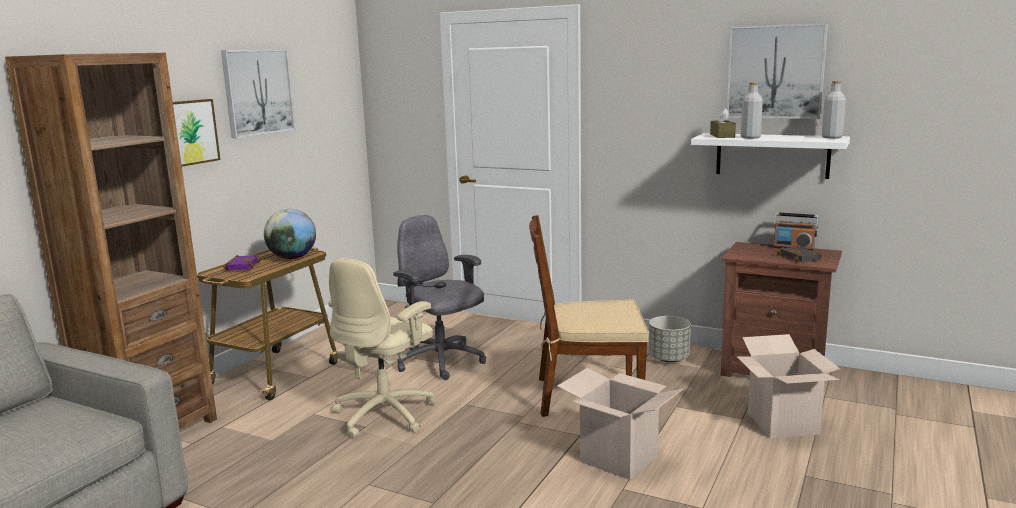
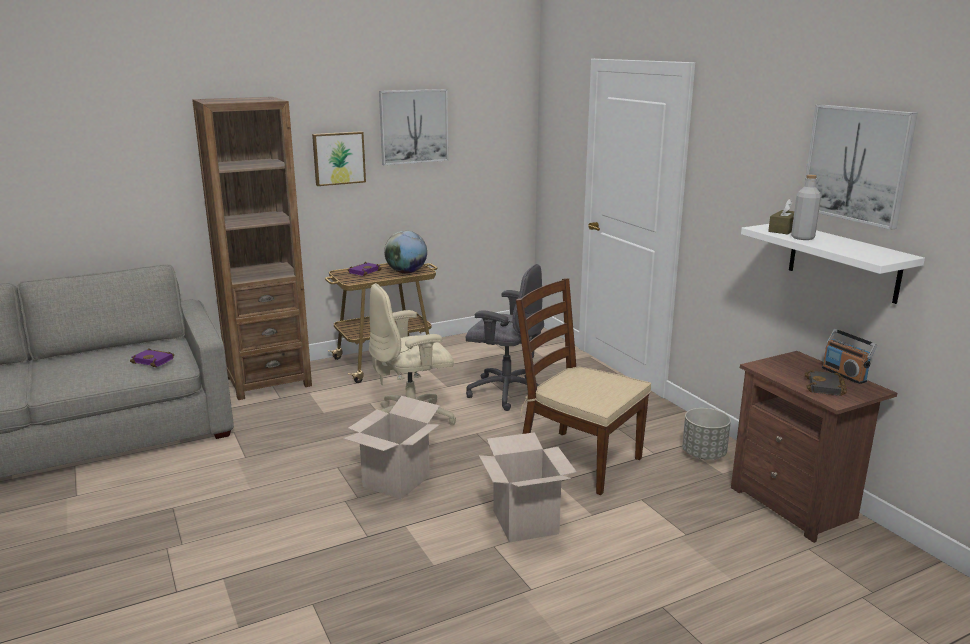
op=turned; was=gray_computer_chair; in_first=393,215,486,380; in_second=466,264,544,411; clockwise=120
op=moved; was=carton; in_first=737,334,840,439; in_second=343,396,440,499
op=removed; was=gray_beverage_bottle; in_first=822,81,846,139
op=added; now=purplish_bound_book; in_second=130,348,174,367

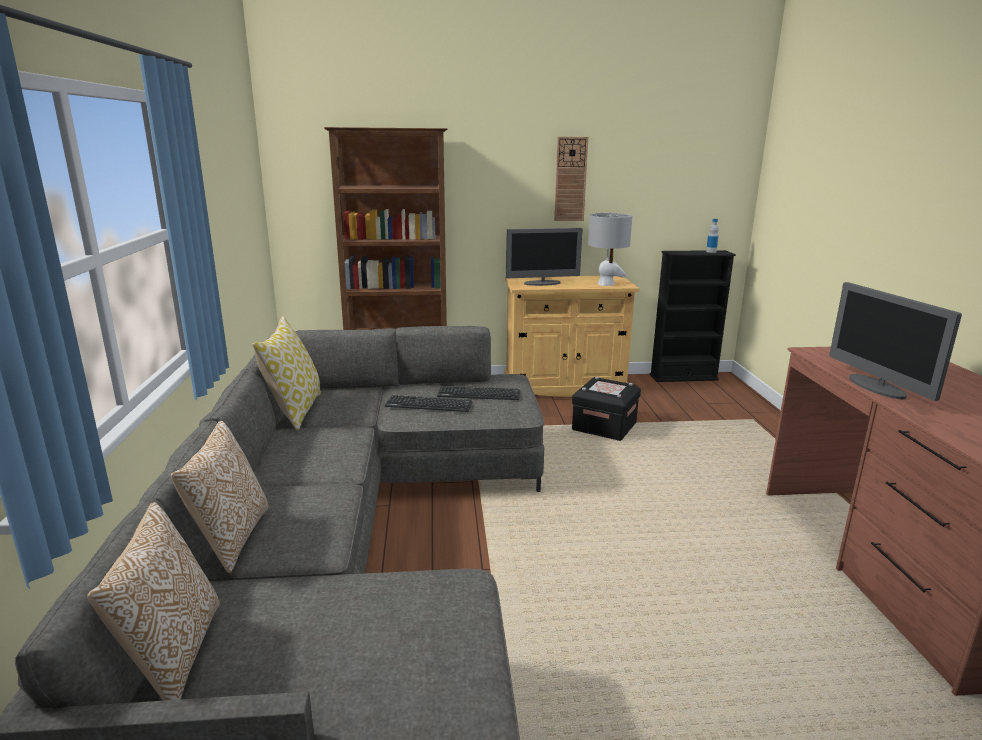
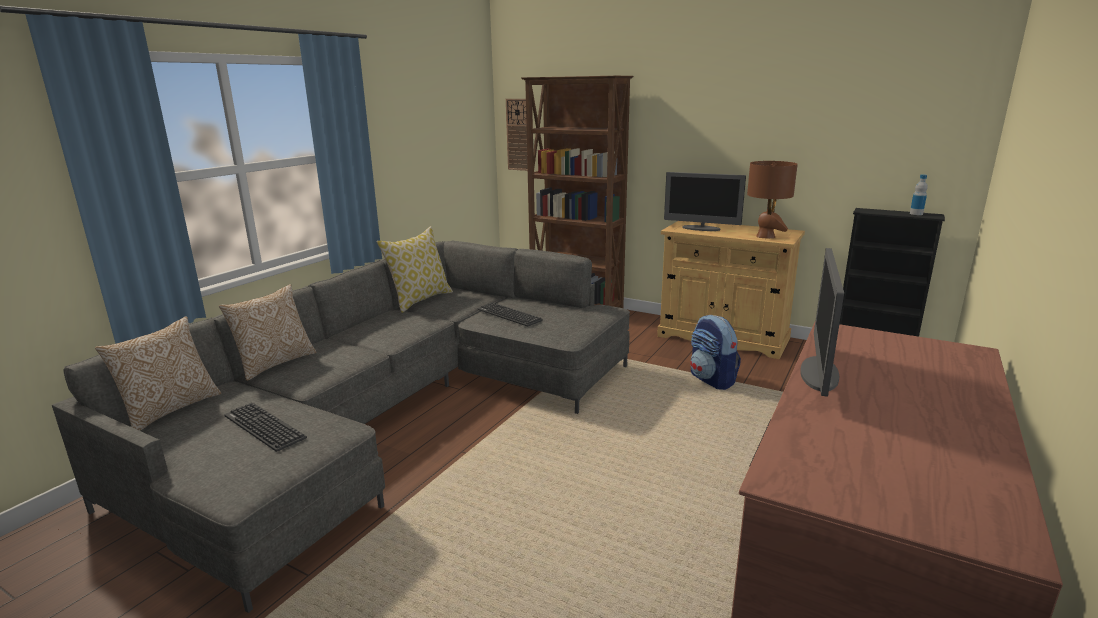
op=moved; was=keyboard; in_first=437,386,520,400; in_second=224,403,307,452
op=moved; was=wall_clock; in_first=554,137,588,221; in_second=506,99,528,171
op=replaced; was=blackish_storage_bin; now=rucksack; in_first=572,377,641,441; in_second=690,315,741,390
op=recoloured; was=gray_table_lamp; now=brown-coloured_table_lamp; in_first=588,213,632,286; in_second=747,161,798,239

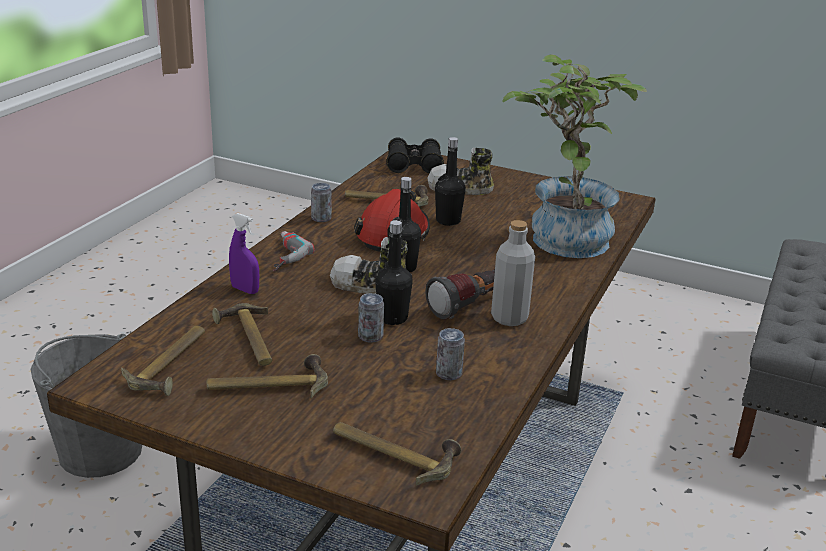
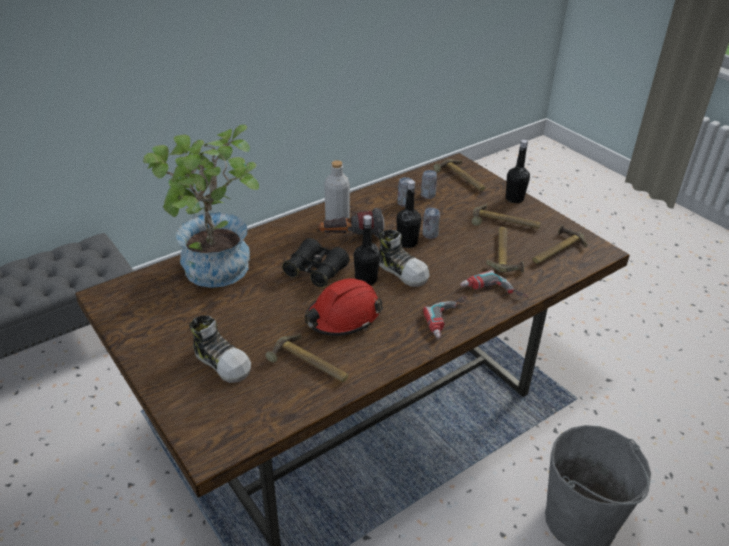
op=replaced; was=purplish_spray_bottle; now=drill; in_first=229,213,259,294; in_second=460,270,528,298
op=moved; was=metal_can; in_first=311,183,331,222; in_second=421,170,437,199
op=moved; was=blackish_binoculars; in_first=386,138,444,174; in_second=282,238,350,288
op=moved; was=blackish_beverage_bottle; in_first=435,137,466,226; in_second=506,140,530,203

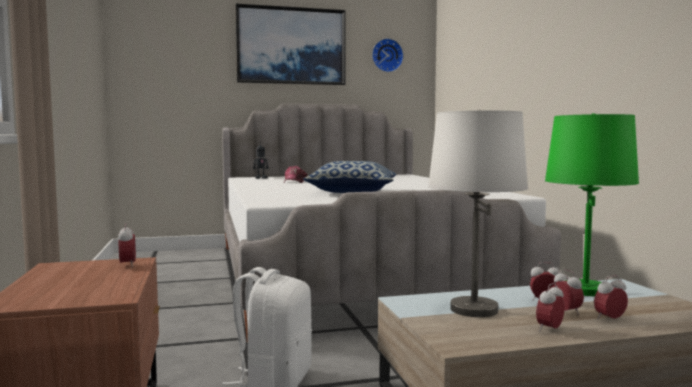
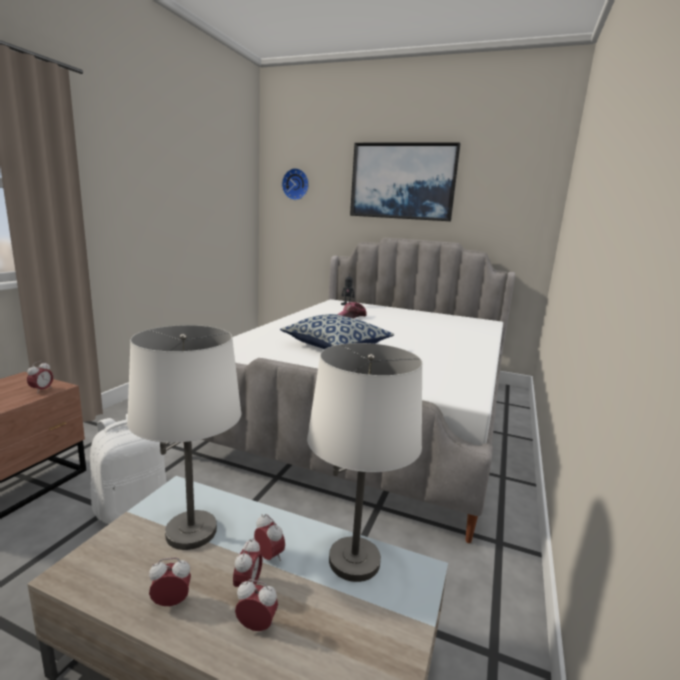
op=moved; was=wall_clock; in_first=372,38,404,72; in_second=282,168,309,200
op=recoloured; was=greenish_table_lamp; now=whitish_table_lamp; in_first=545,113,639,296; in_second=307,343,422,582

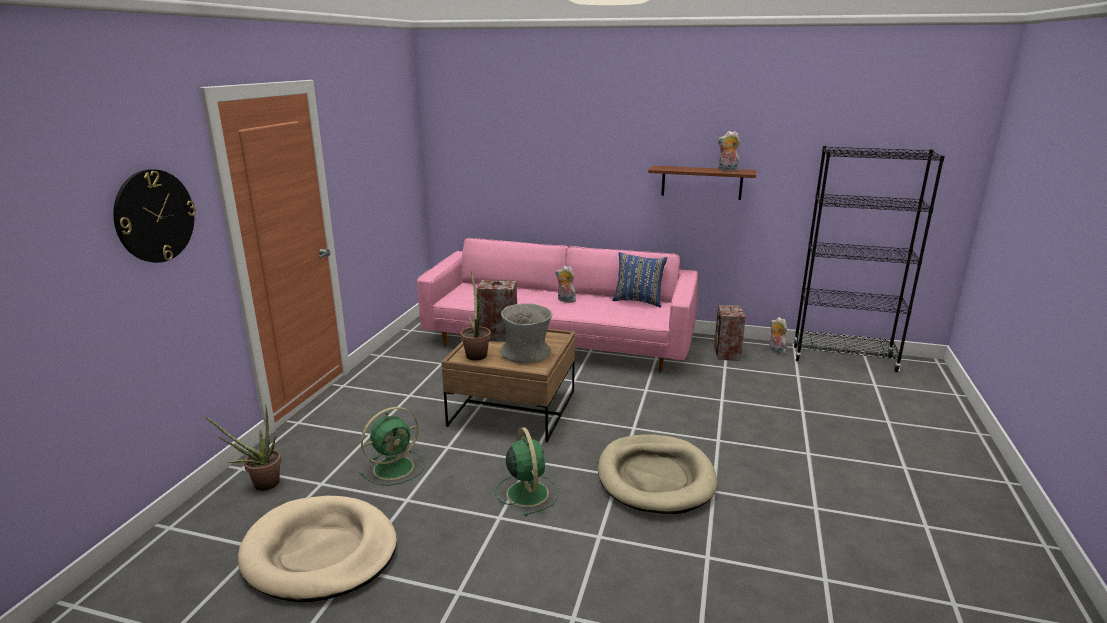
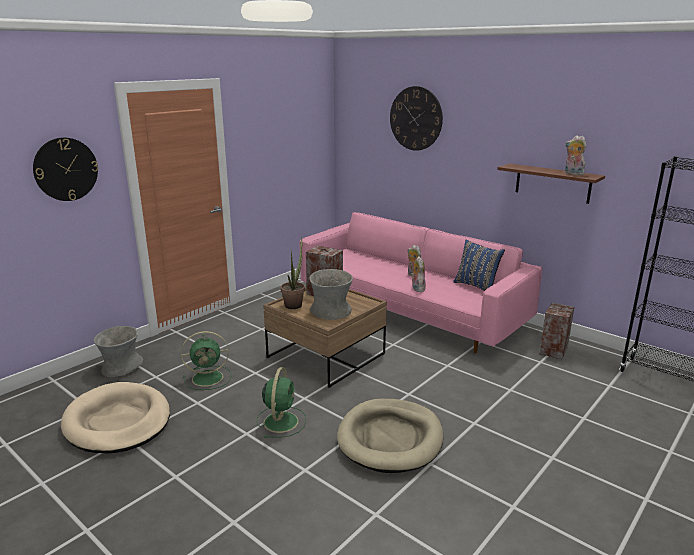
op=replaced; was=houseplant; now=gray_decorative_vase; in_first=204,405,281,491; in_second=94,326,143,377
op=moved; was=plush_toy; in_first=769,317,787,355; in_second=411,256,426,292
op=added; now=wall_clock; in_second=390,86,443,151

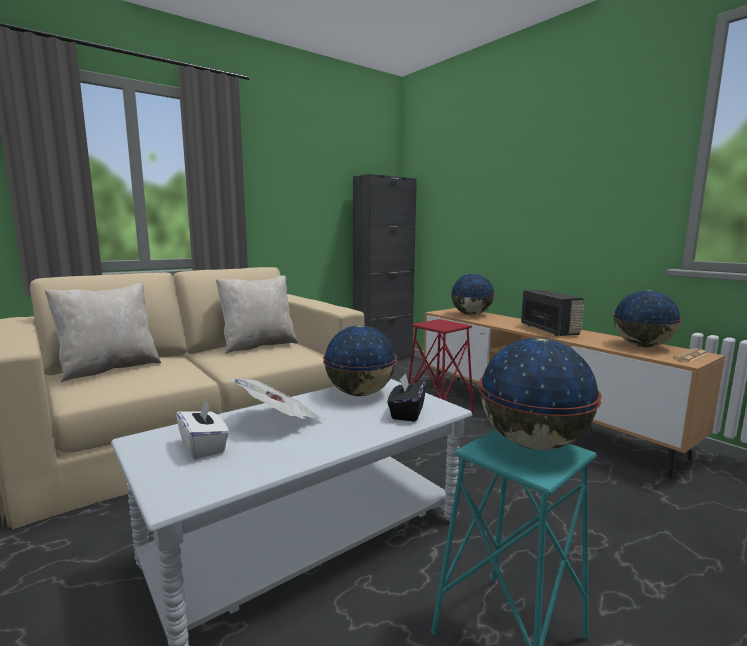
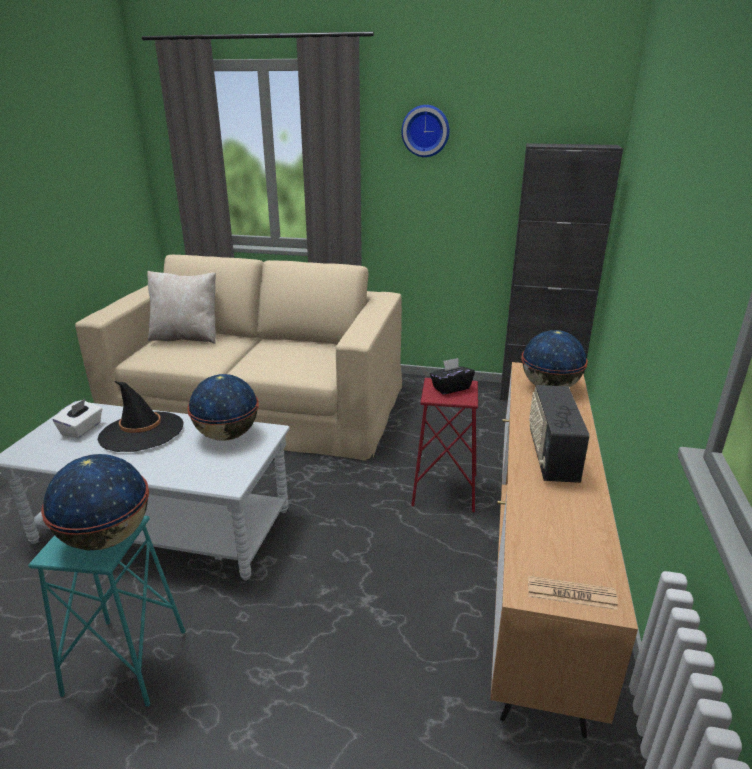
op=removed; was=sand-coloured_cushion; in_first=216,275,298,354
op=replaced; was=printed_paper; now=blackish_wearable_hat; in_first=230,378,325,420; in_second=98,381,184,452
op=moved; was=blackish_tissue_box; in_first=387,373,426,422; in_second=430,358,475,394
op=turned; was=radio_set; in_first=521,290,584,336; in_second=529,385,590,483; clockwise=150
op=removed; was=desk_globe; in_first=613,290,682,347
op=added; now=wall_clock; in_second=401,105,450,157

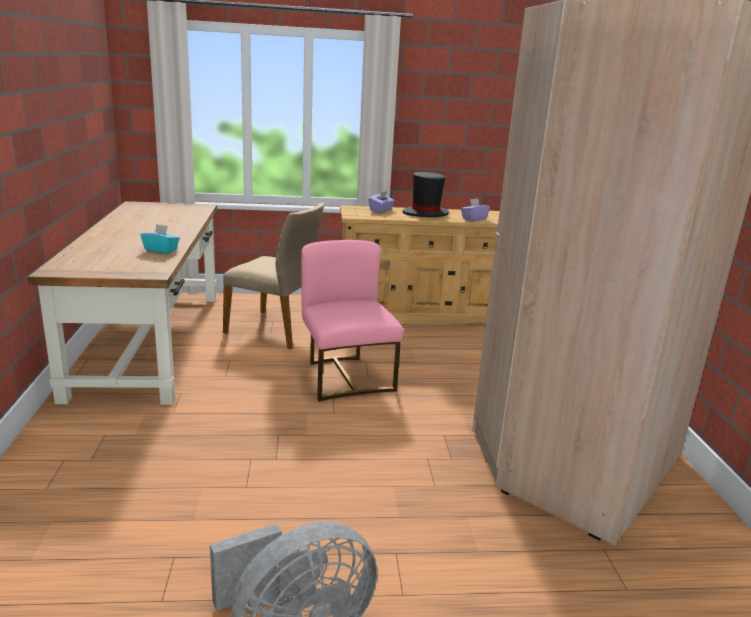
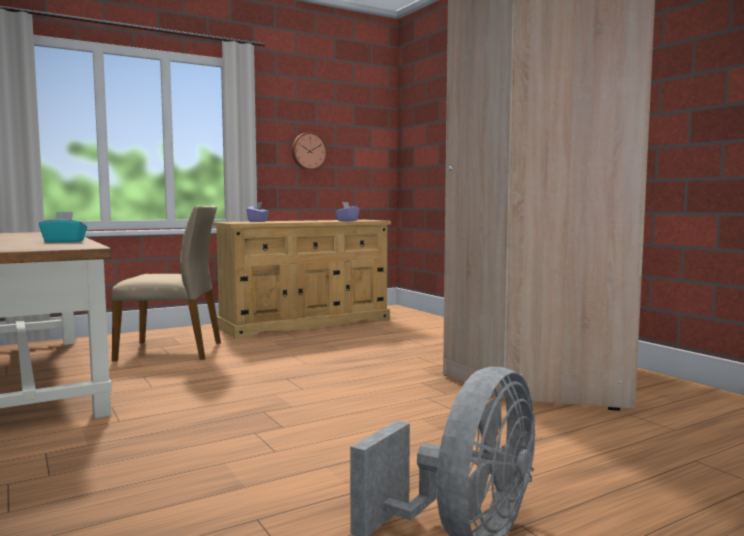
op=removed; was=pink_upright_chair; in_first=301,240,403,401
op=removed; was=blackish_wearable_hat; in_first=402,172,449,217
op=added; now=wall_clock; in_second=292,132,327,170

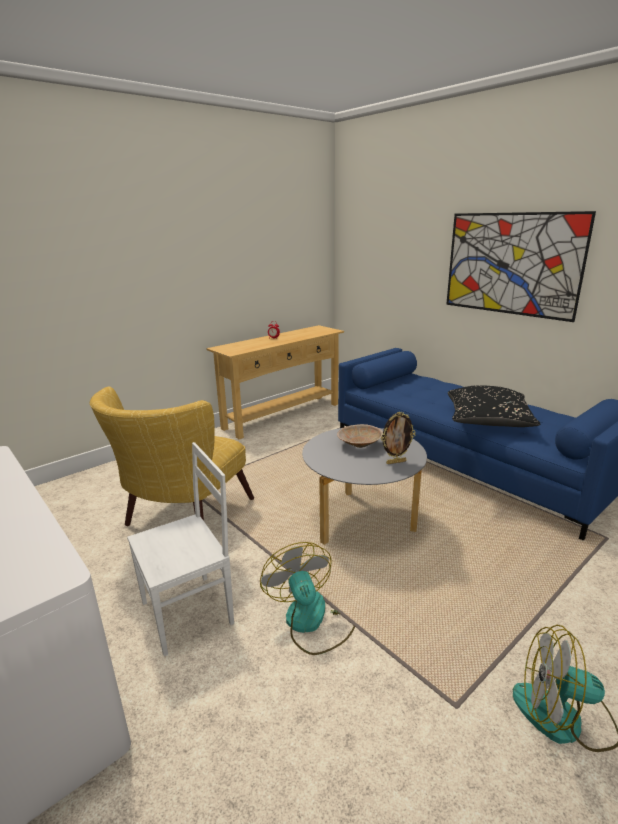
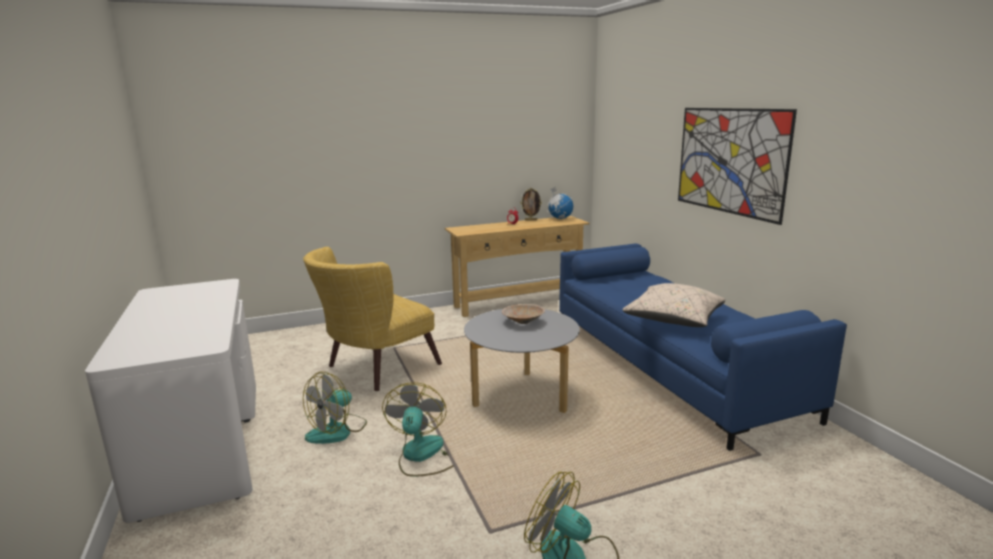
op=replaced; was=whitish_upright_chair; now=cooling_fan; in_first=127,442,234,656; in_second=303,372,367,444
op=moved; was=picture_frame; in_first=381,411,416,464; in_second=520,188,542,221
op=recoloured; was=blackish_cushion; now=sand-coloured_cushion; in_first=448,385,541,427; in_second=623,283,725,327
op=added; now=desk_globe; in_second=547,187,573,219

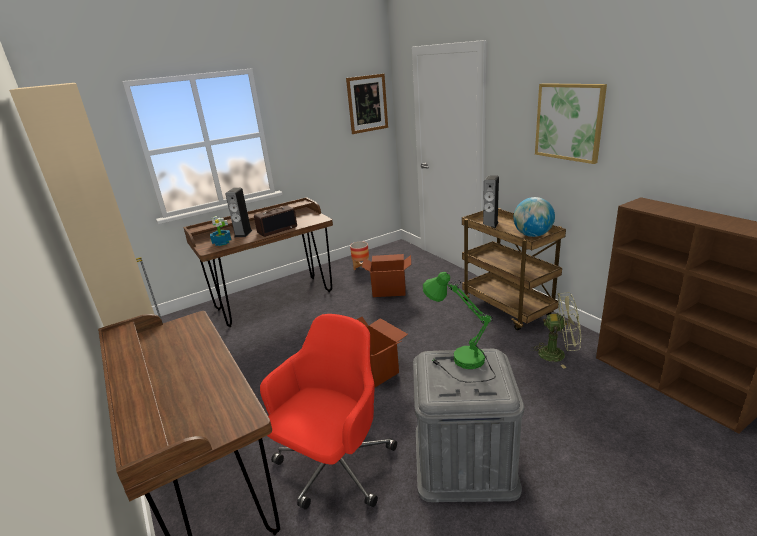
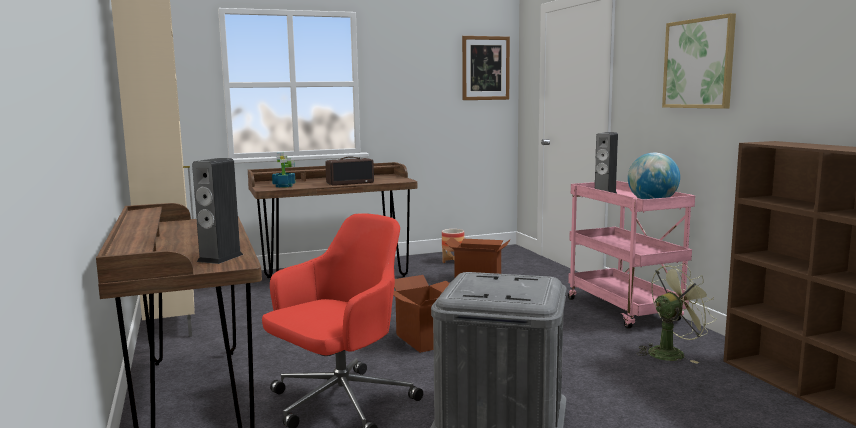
op=moved; was=loudspeaker; in_first=225,188,253,237; in_second=192,158,243,264
op=removed; was=greenish_table_lamp; in_first=423,272,496,383
op=recoloured; was=brown-coloured_cart; now=pink_cart; in_first=462,208,566,331; in_second=568,181,695,329
op=turned; was=greenish_cooling_fan; in_first=530,292,581,369; in_second=637,263,716,364; clockwise=-45

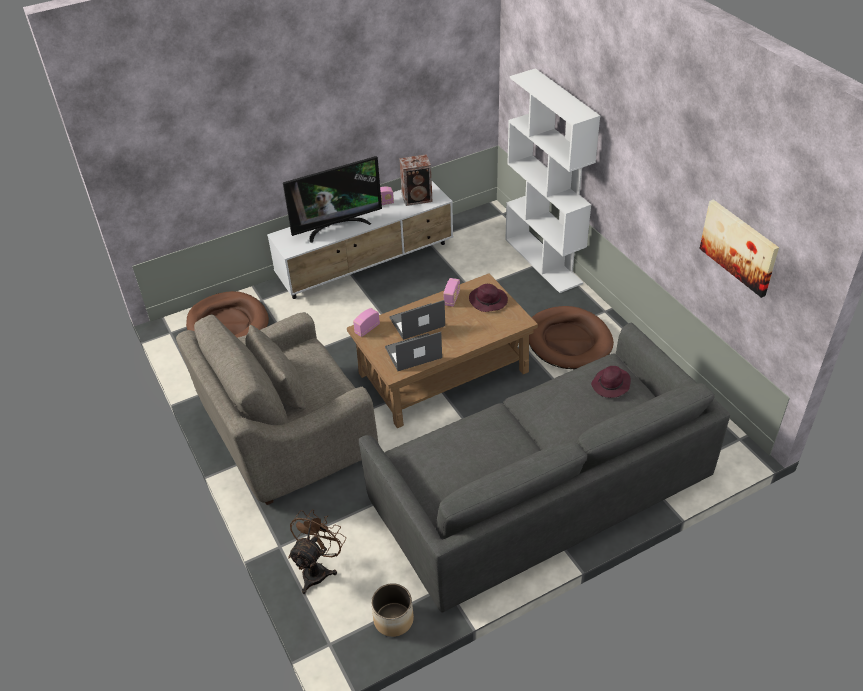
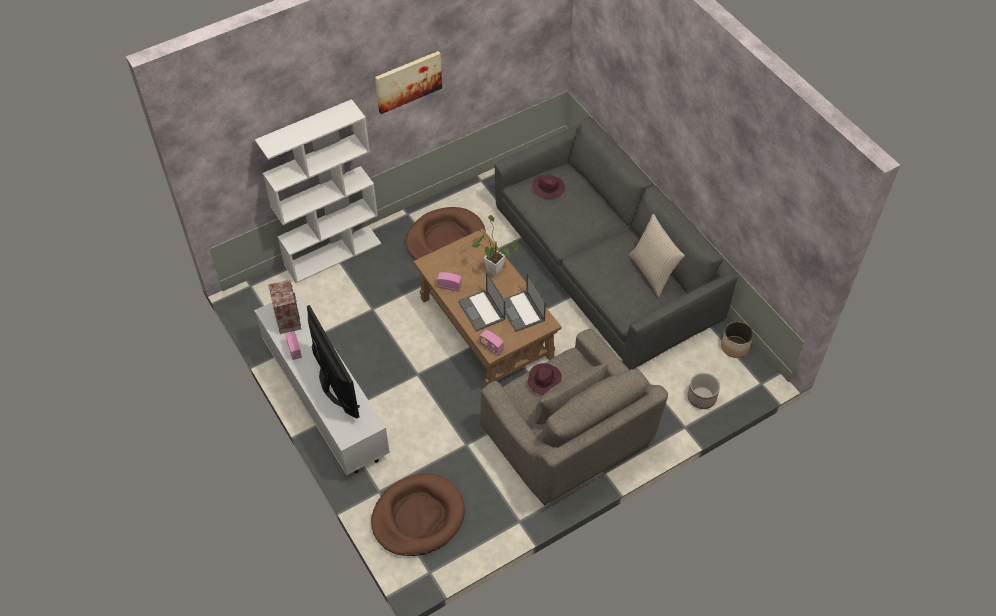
op=replaced; was=brown-coloured_cooling_fan; now=plant_pot; in_first=288,509,346,594; in_second=687,373,720,409
op=moved; was=purplish_wearable_hat; in_first=469,284,508,312; in_second=528,363,562,395
op=moved; was=wall_picture; in_first=699,199,779,298; in_second=375,51,442,114
op=added; now=houseplant; in_second=471,215,518,276
op=added; now=sand-coloured_cushion; in_second=629,214,685,297

